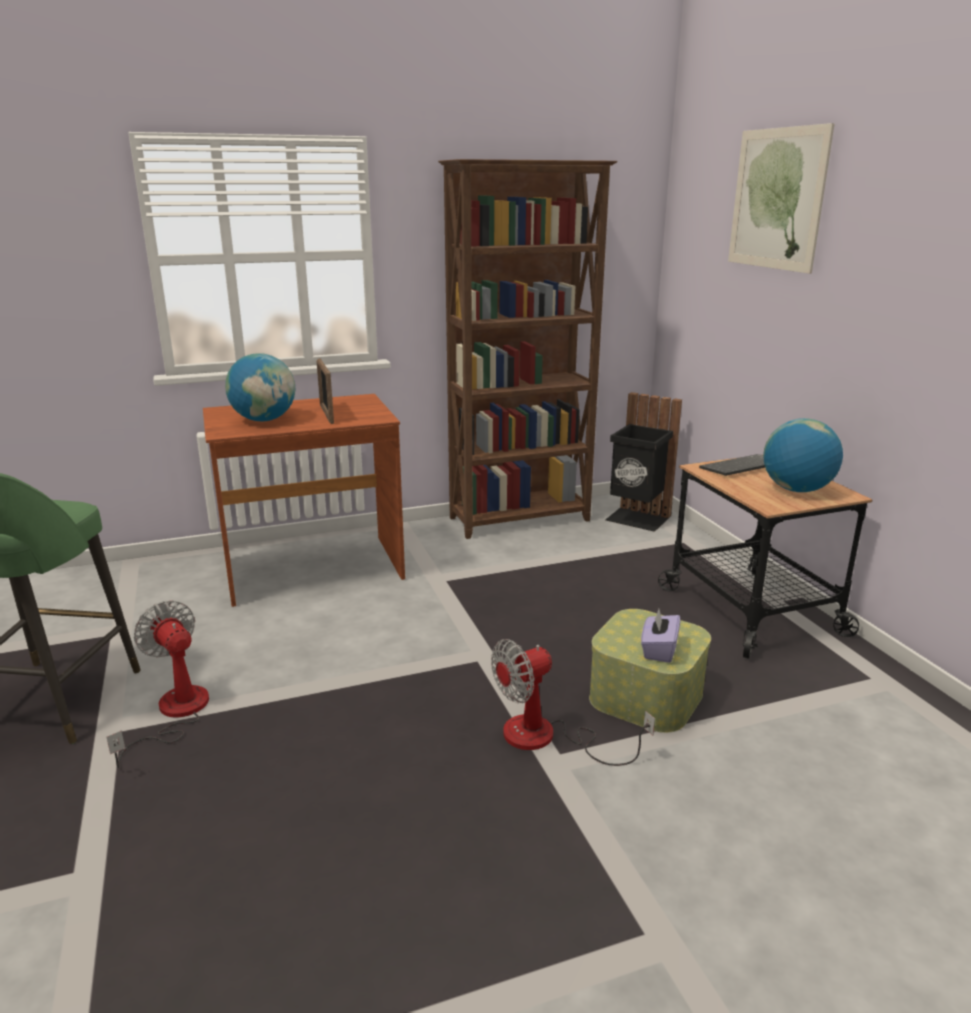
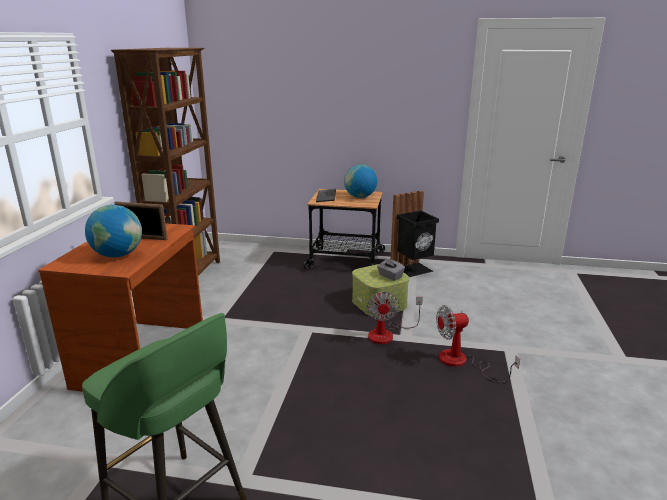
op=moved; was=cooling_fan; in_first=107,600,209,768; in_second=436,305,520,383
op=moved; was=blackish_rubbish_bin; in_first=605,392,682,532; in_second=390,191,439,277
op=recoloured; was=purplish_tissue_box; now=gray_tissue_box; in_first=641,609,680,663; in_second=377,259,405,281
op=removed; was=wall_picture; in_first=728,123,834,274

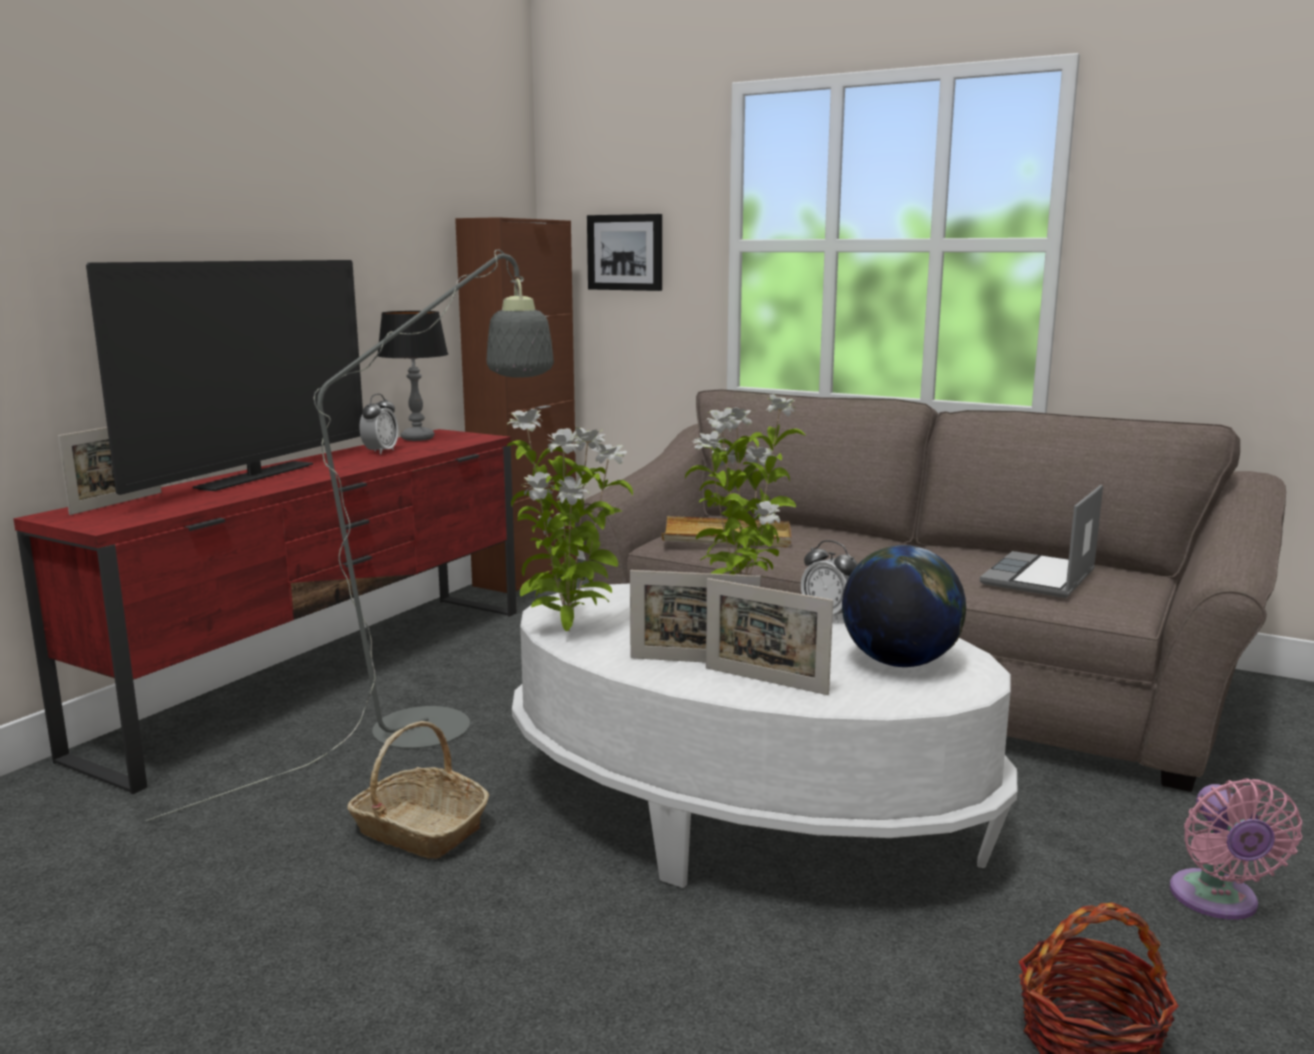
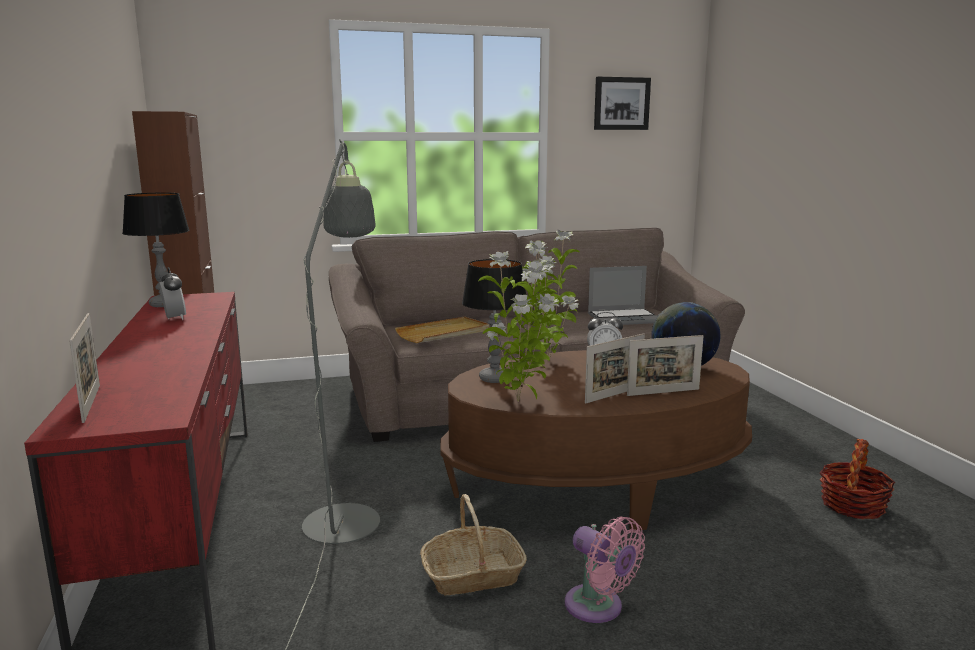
op=removed; was=TV_set; in_first=86,260,363,495
op=recoloured; was=whitish_low_table; now=brown-coloured_low_table; in_first=512,583,1017,888; in_second=440,350,752,531
op=moved; was=wall_picture; in_first=587,214,662,291; in_second=594,77,651,130
op=turned; was=portable_computer; in_first=980,485,1103,598; in_second=588,266,657,325; clockwise=-90
op=moved; was=pink_cooling_fan; in_first=1170,778,1303,920; in_second=565,517,645,623
op=added; now=table_lamp; in_second=462,259,528,383

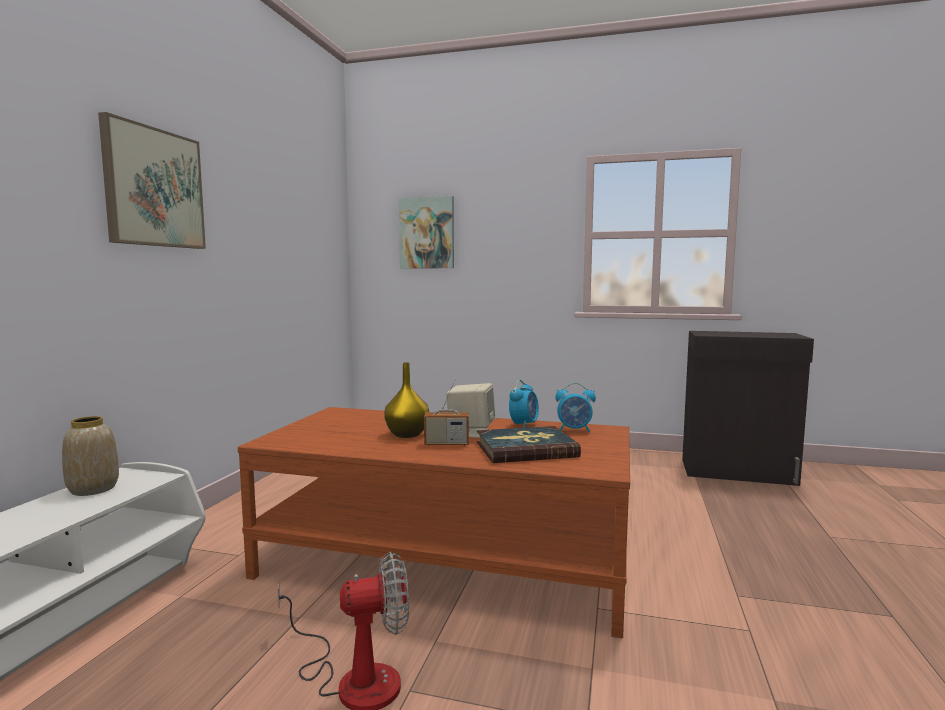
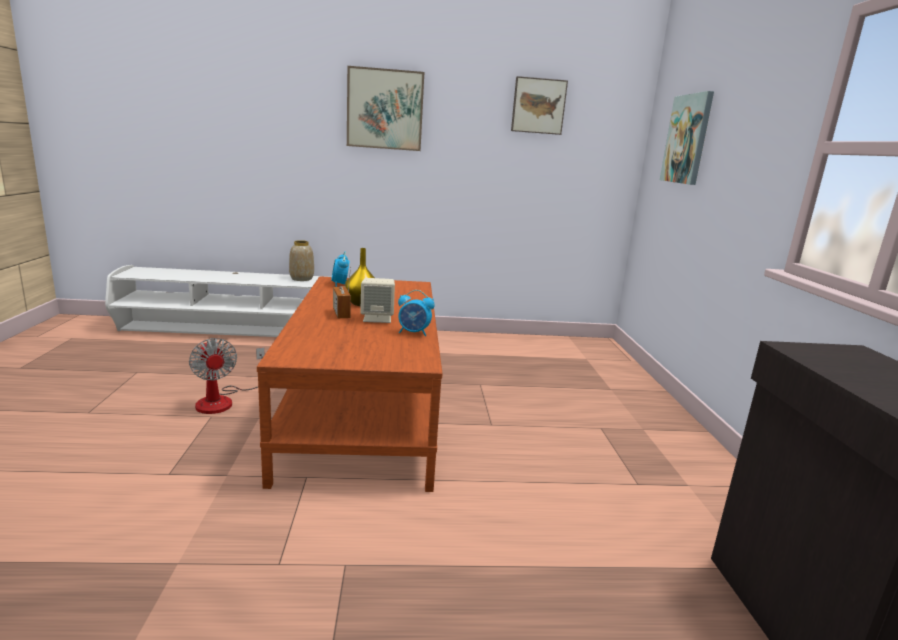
op=removed; was=bound_book; in_first=477,426,581,463
op=moved; was=table_clock; in_first=555,383,596,432; in_second=331,252,349,287
op=added; now=wall_picture; in_second=511,76,568,135

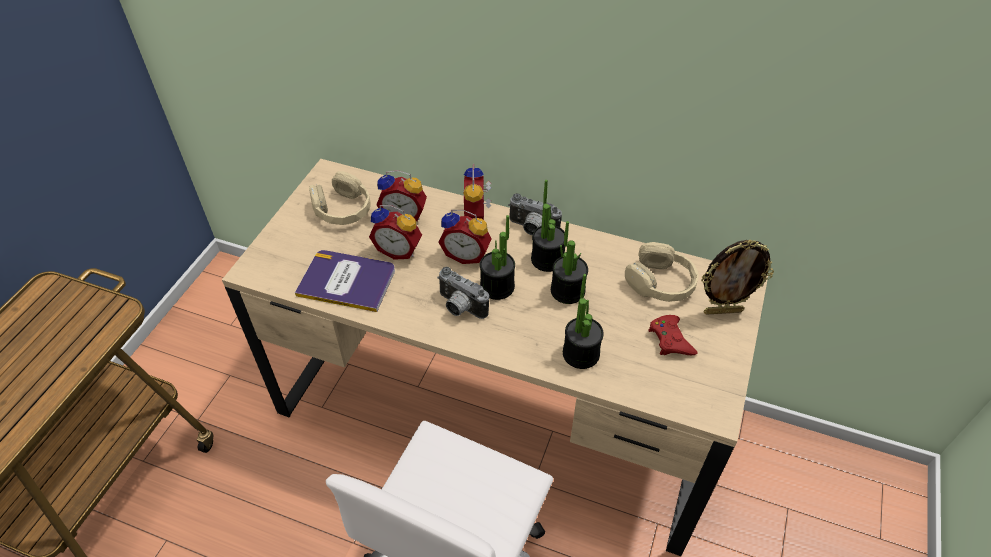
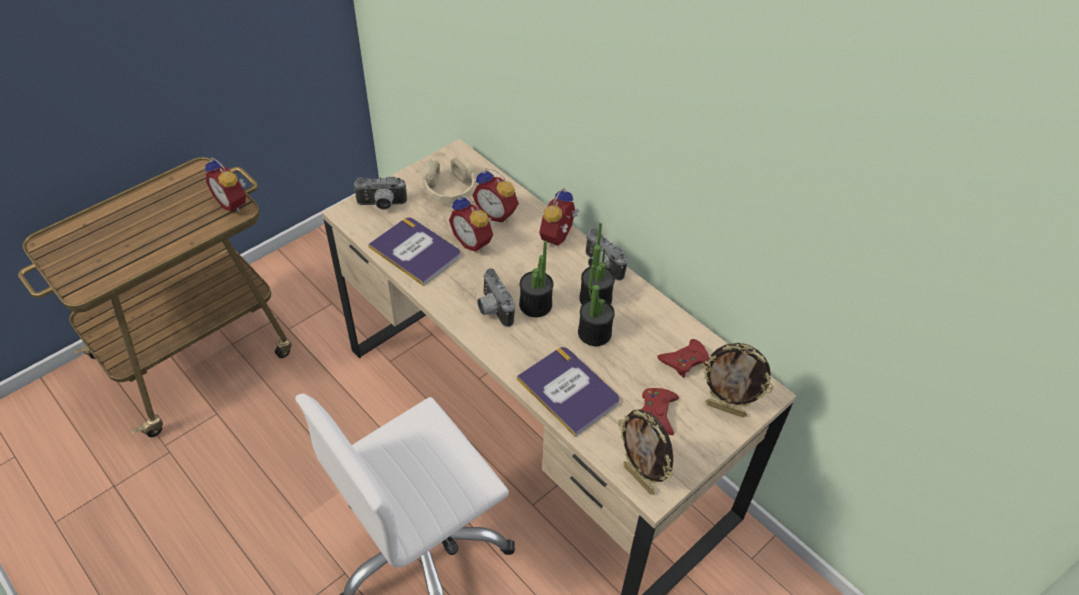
op=moved; was=table_clock; in_first=438,210,492,264; in_second=205,157,246,212
op=replaced; was=houseplant; now=bound_book; in_first=563,274,604,369; in_second=517,347,619,437
op=replaced; was=sand-coloured_headset; now=red_gamepad; in_first=625,242,699,302; in_second=657,339,709,378
op=added; now=still_camera; in_second=354,177,407,210
op=added; now=picture_frame; in_second=618,409,673,495

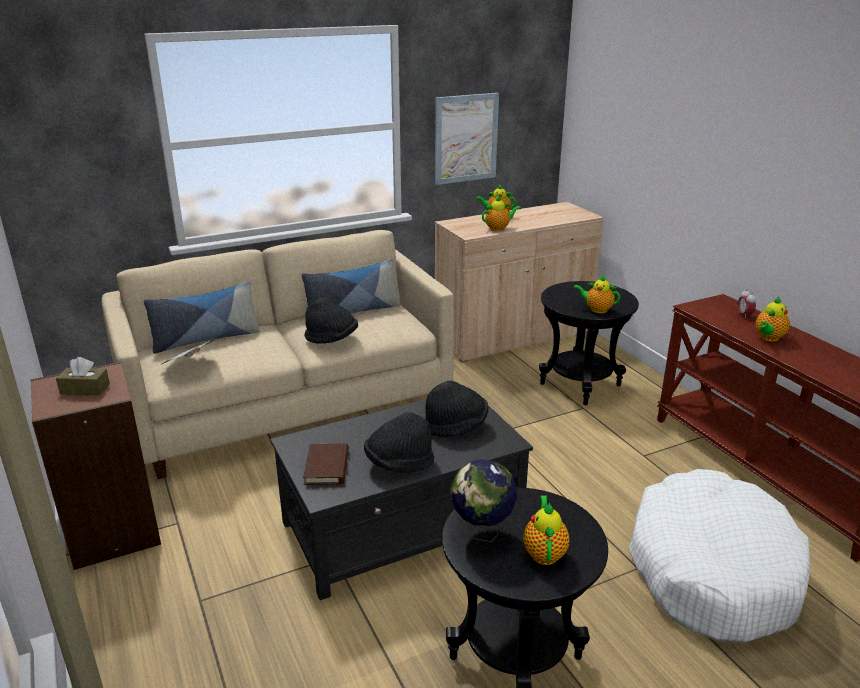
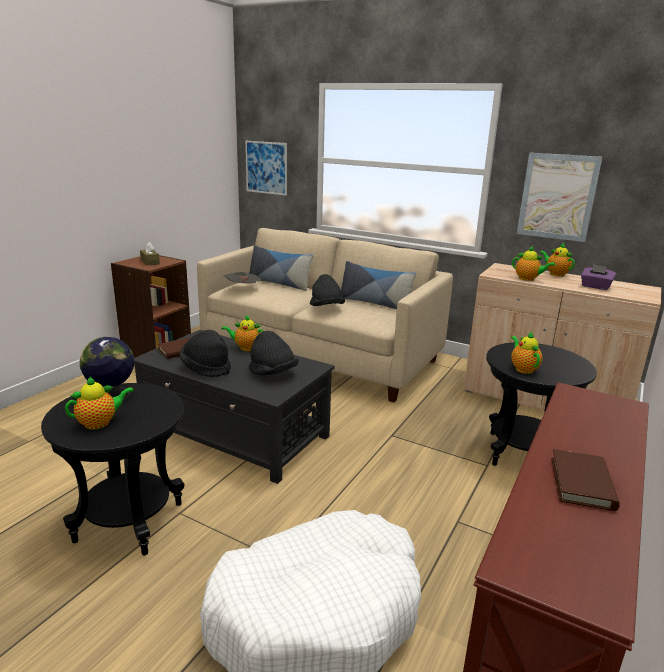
op=removed; was=table_clock; in_first=737,289,756,319
op=moved; was=tea_pot; in_first=755,297,790,341; in_second=222,314,264,351
op=added; now=wall_picture; in_second=245,141,287,196
op=added; now=brown-coloured_bound_book; in_second=551,449,620,511
op=added; now=purplish_tissue_box; in_second=581,264,616,290

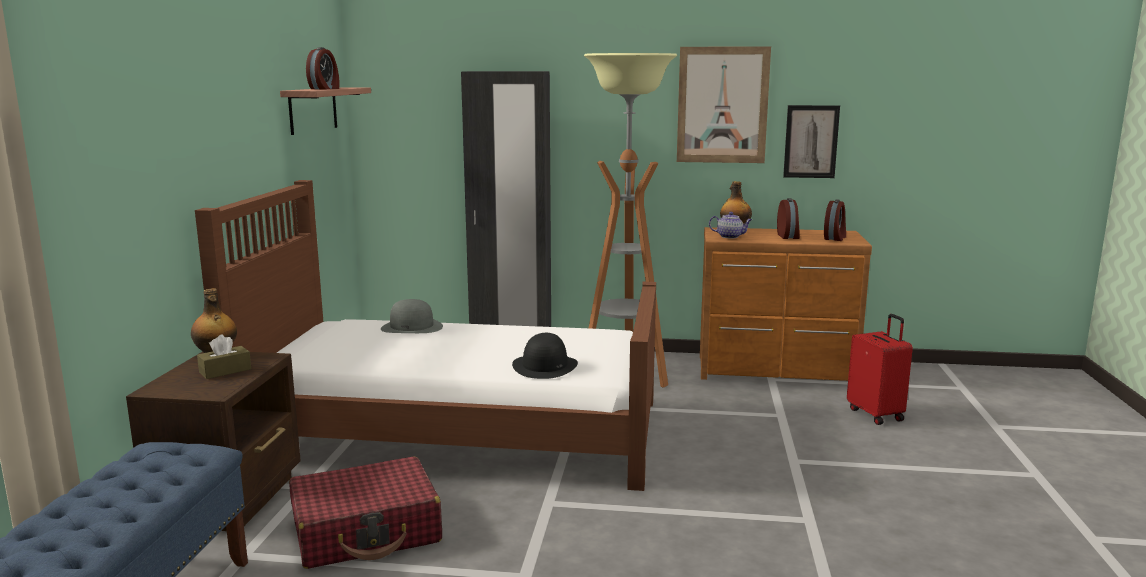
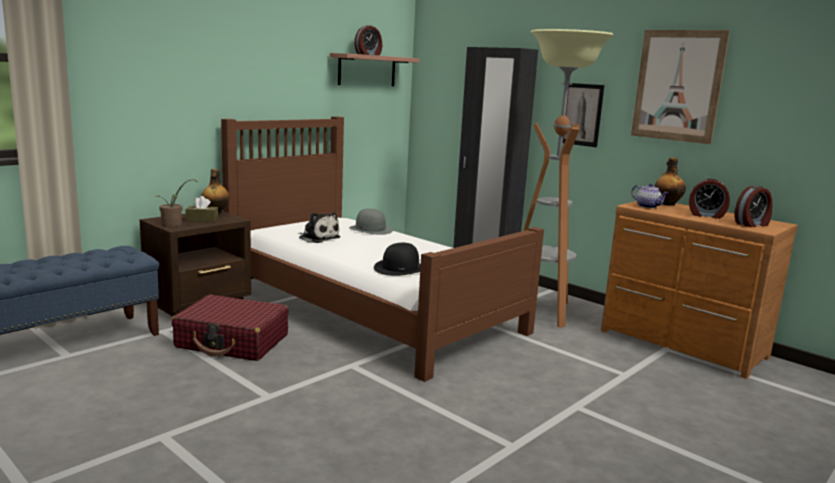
op=turned; was=table_clock; in_first=777,198,800,239; in_second=689,178,730,219; clockwise=75
op=moved; was=wall_picture; in_first=783,105,840,178; in_second=563,83,604,147
op=removed; was=red_piece_of_luggage; in_first=847,314,913,425
op=added; now=houseplant; in_second=154,179,198,227
op=added; now=plush_toy; in_second=298,212,341,243

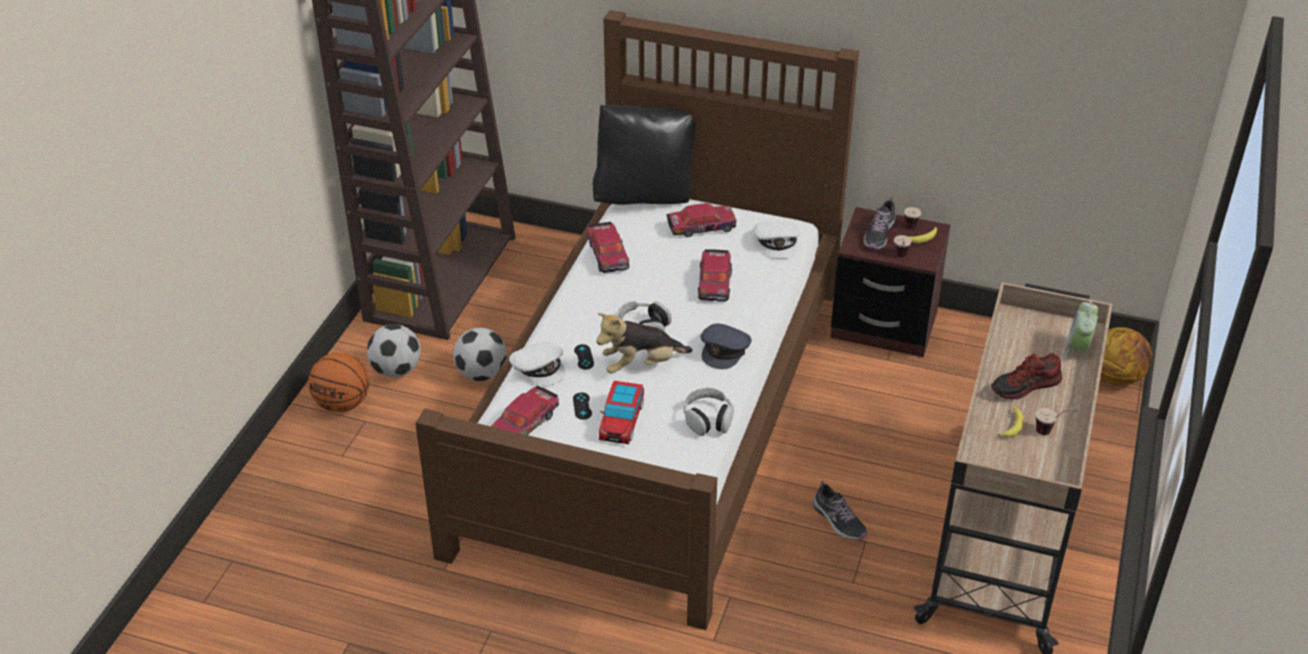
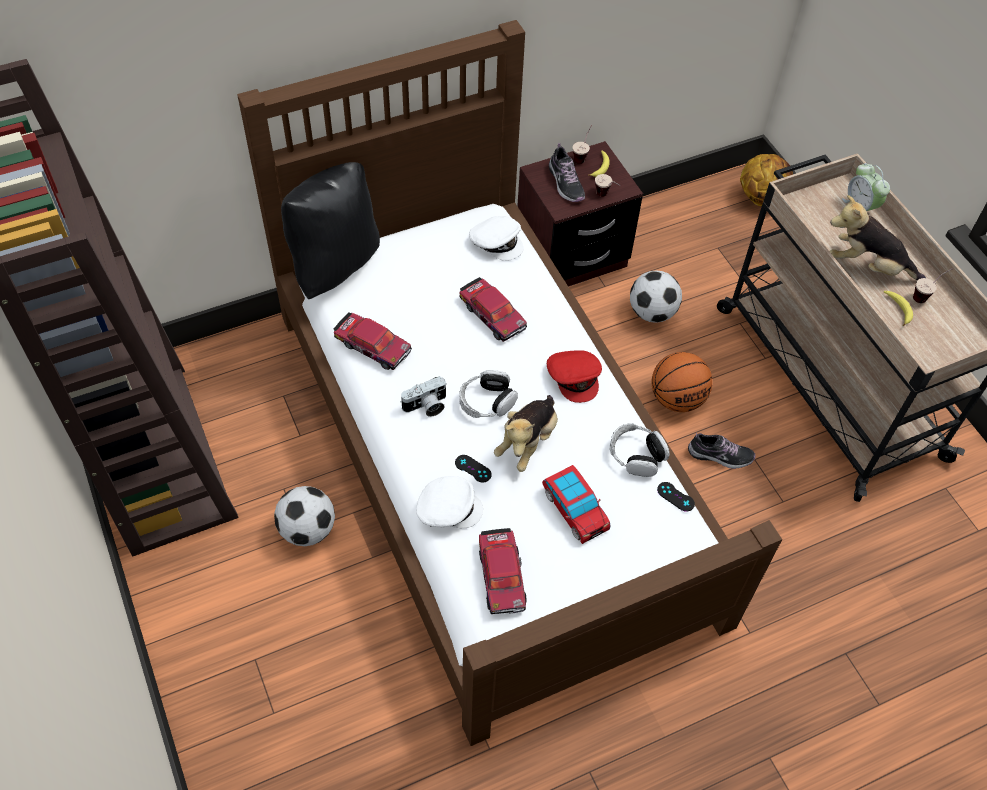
op=moved; was=ball_for_basketball; in_first=308,352,369,412; in_second=652,352,713,412
op=moved; was=football; in_first=367,324,421,378; in_second=630,270,682,323
op=moved; was=blackish_gamepad; in_first=573,392,592,420; in_second=657,482,695,512
op=removed; was=toy_car; in_first=666,203,736,237
op=recoloured; was=gray_baseball_cap; now=red_baseball_cap; in_first=700,324,752,369; in_second=547,351,602,403
op=replaced; was=item_of_footwear; now=plush_toy; in_first=991,353,1062,400; in_second=829,195,926,280
op=added; now=still_camera; in_second=400,376,447,417

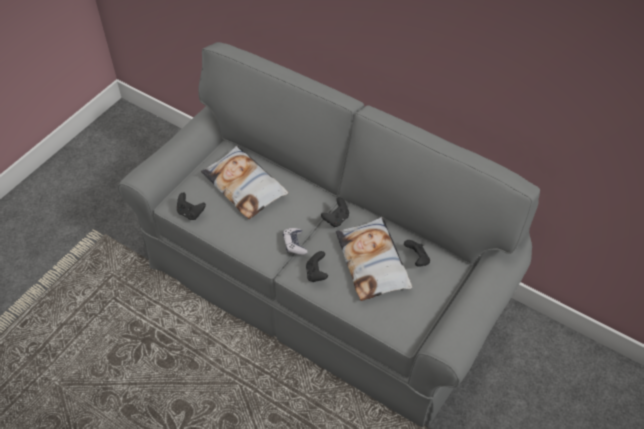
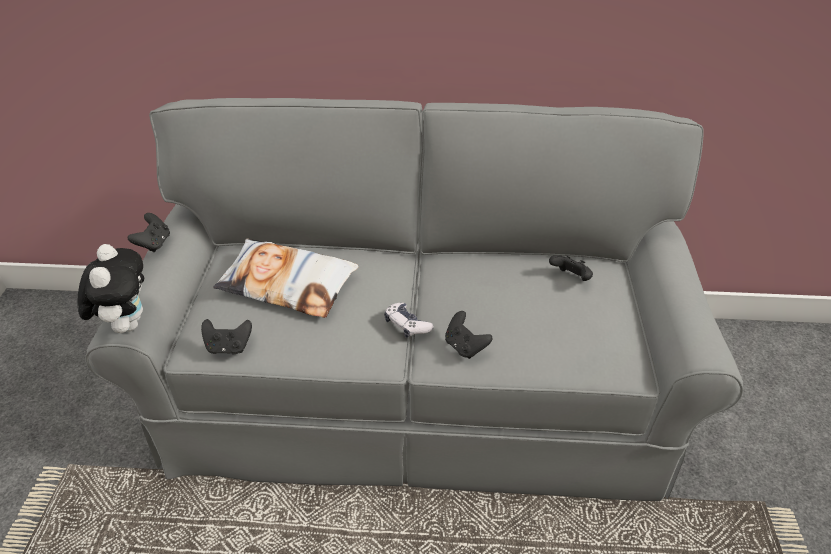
op=moved; was=blackish_gamepad; in_first=321,197,349,227; in_second=128,213,170,252
op=removed; was=cushion; in_first=336,217,412,301
op=added; now=plush_toy; in_second=77,244,144,333

